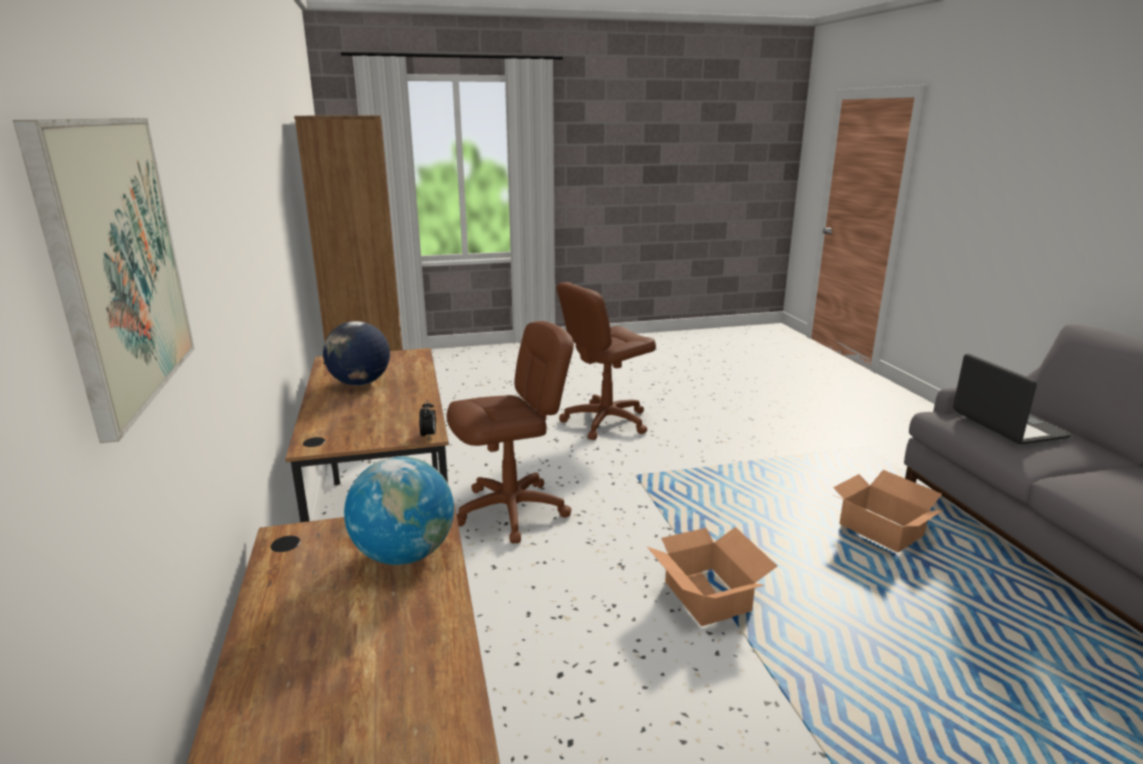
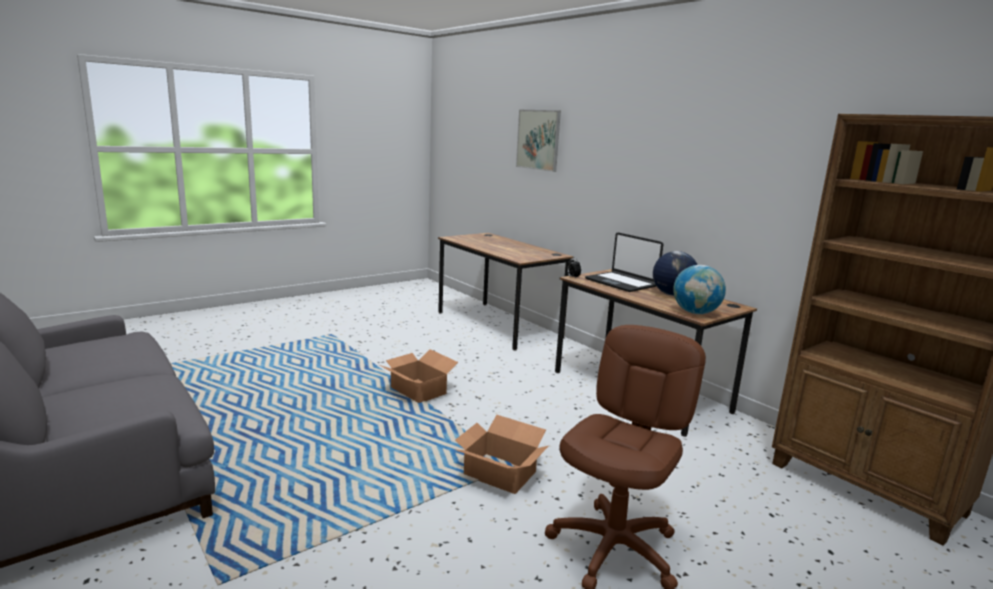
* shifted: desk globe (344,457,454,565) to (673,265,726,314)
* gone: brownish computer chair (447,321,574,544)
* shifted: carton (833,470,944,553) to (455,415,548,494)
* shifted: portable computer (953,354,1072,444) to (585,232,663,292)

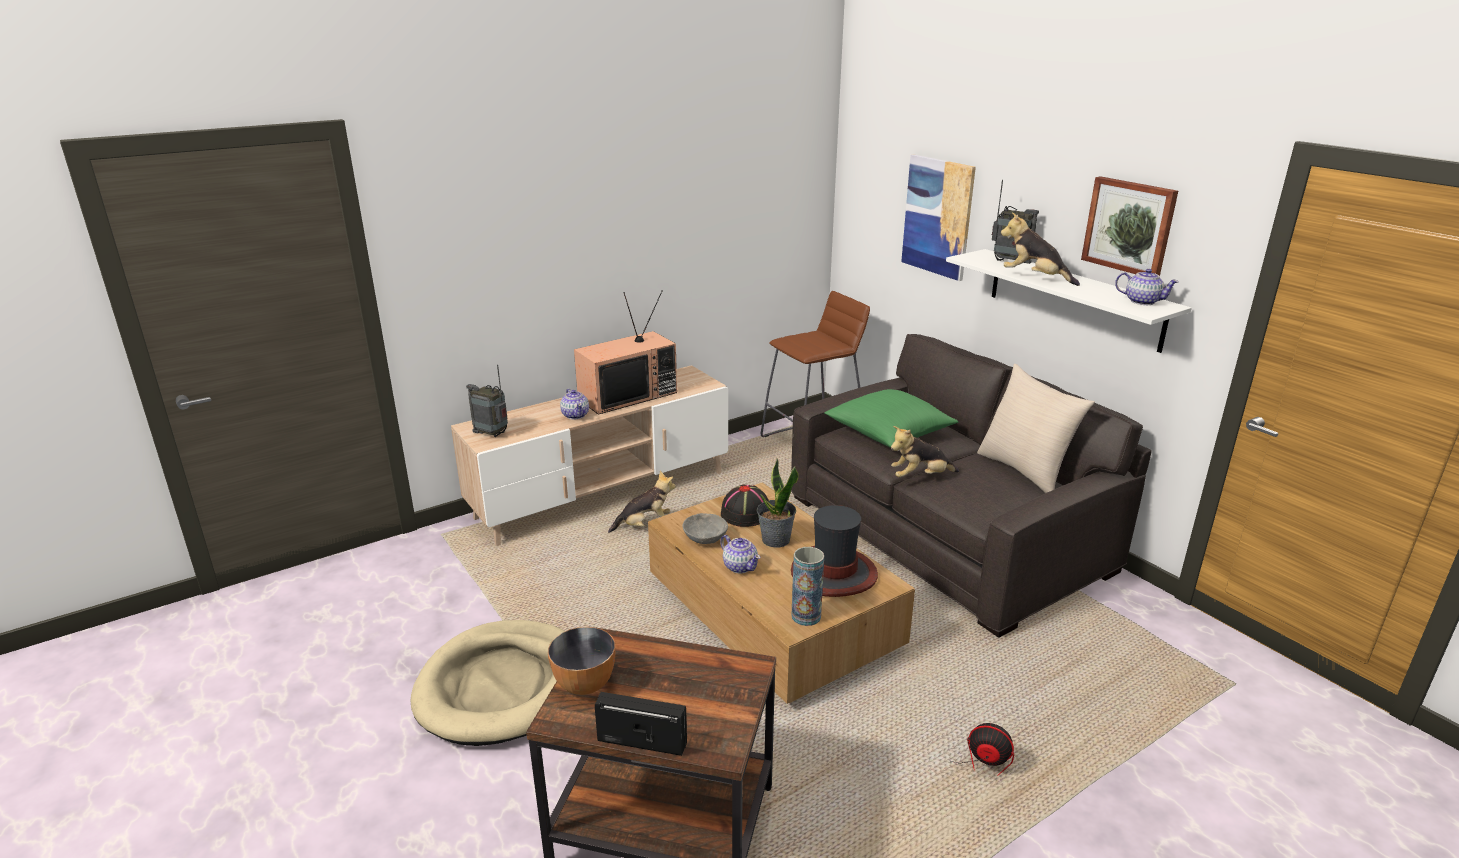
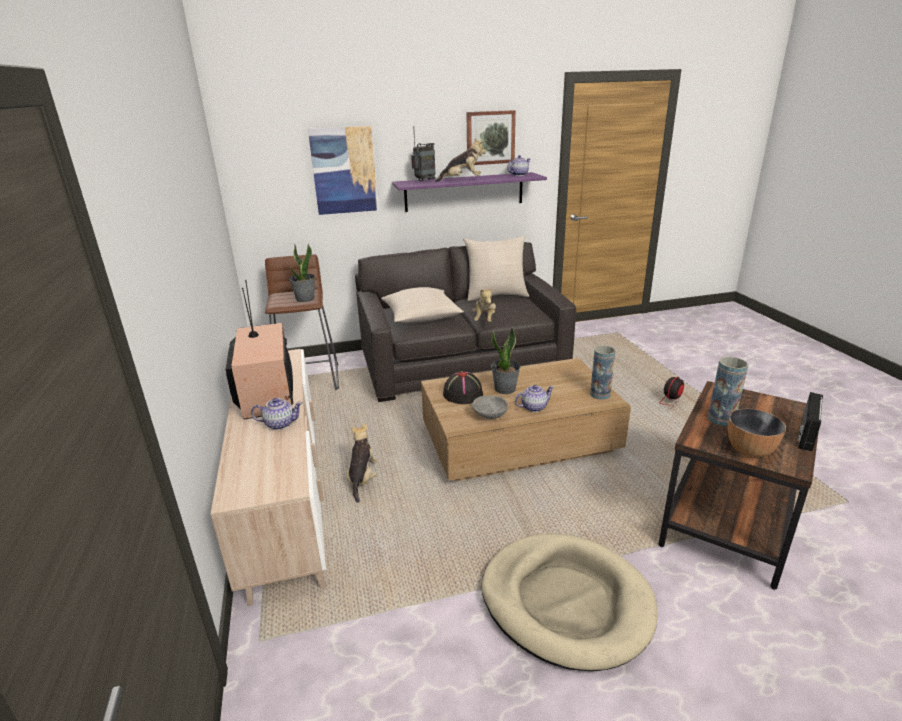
* gone: radio (466,365,508,437)
* gone: wearable hat (791,505,878,597)
* repainted: green-coloured cushion (824,389,959,448) to beige cushion (381,287,464,323)
* repainted: whitish shelf (946,249,1192,353) to purple-coloured shelf (392,172,547,212)
* rotated: soft toy (1001,212,1080,286) = (435,138,486,182) 150 degrees counterclockwise
* new: potted plant (289,244,315,302)
* new: decorative vase (708,357,749,426)

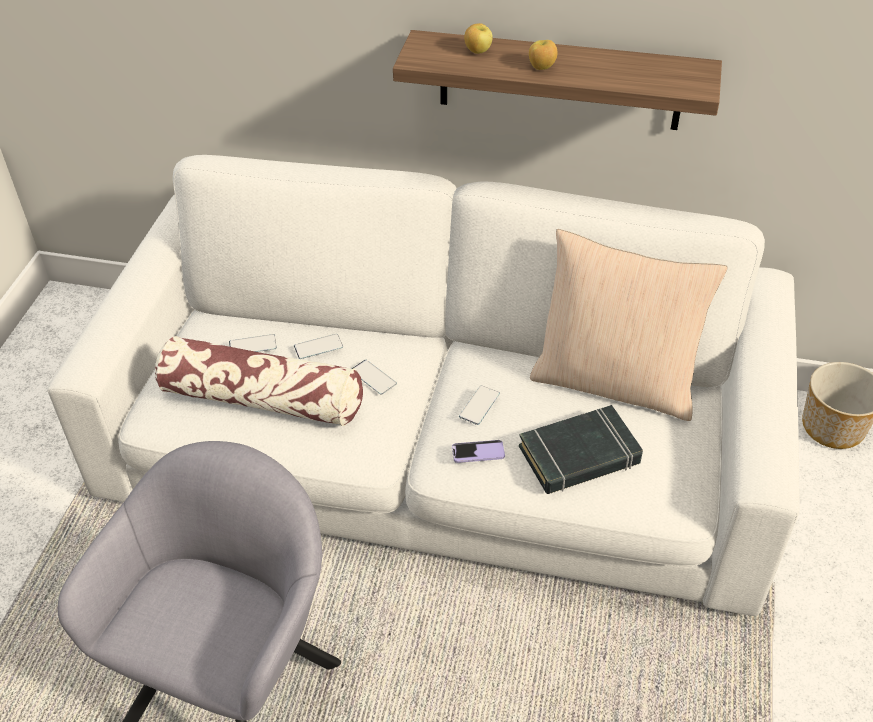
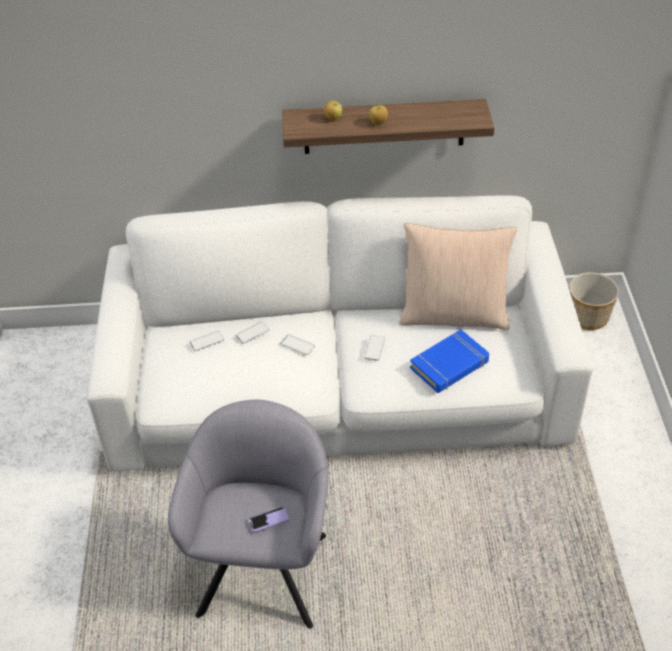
* gone: cushion (155,336,363,426)
* shifted: telephone (452,440,505,463) to (248,507,289,532)
* repainted: black-coloured book (519,405,643,494) to bluish book (410,329,489,393)

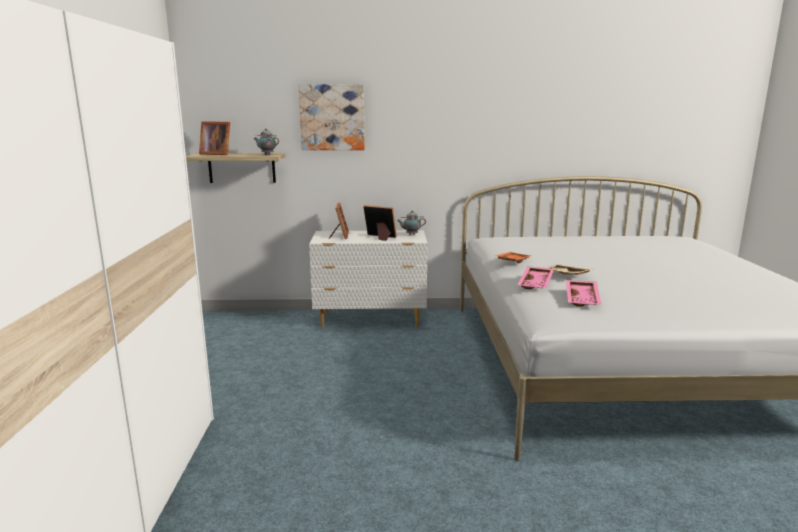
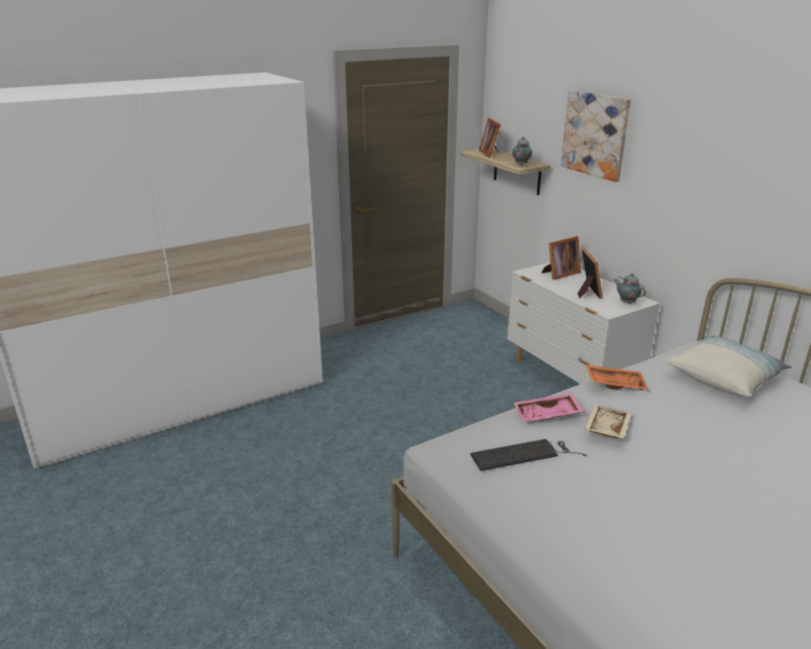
* swapped: pink tray (566,280,601,307) to computer keyboard (470,439,587,471)
* new: cushion (665,335,792,397)

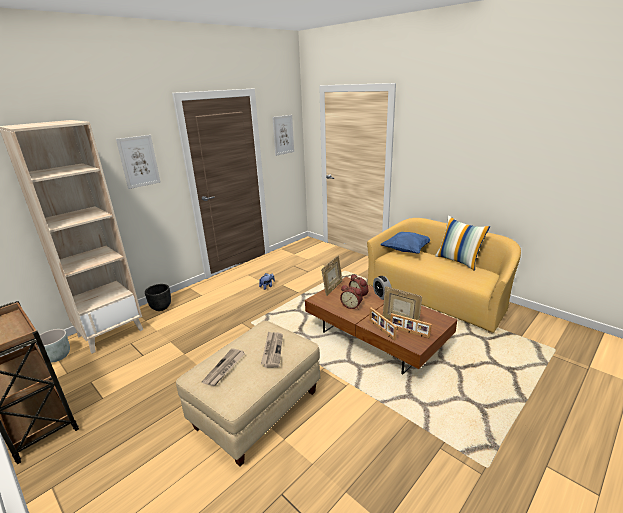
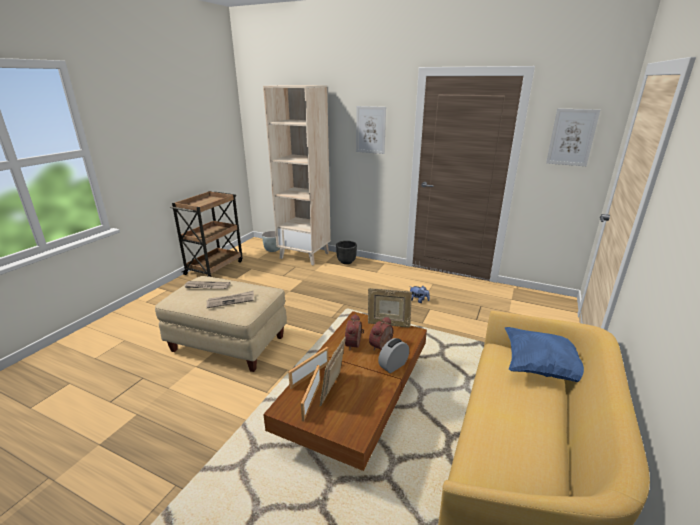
* gone: cushion (435,216,490,271)

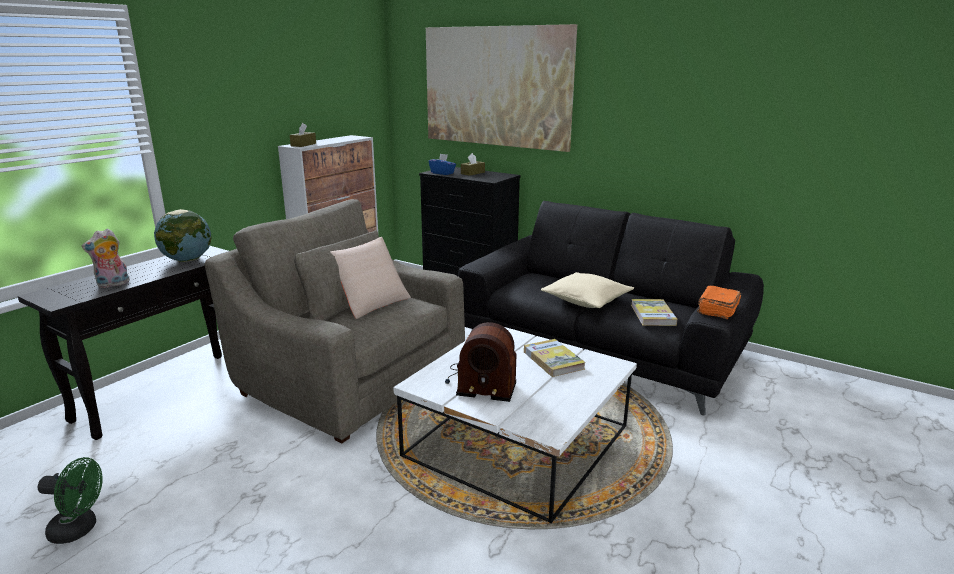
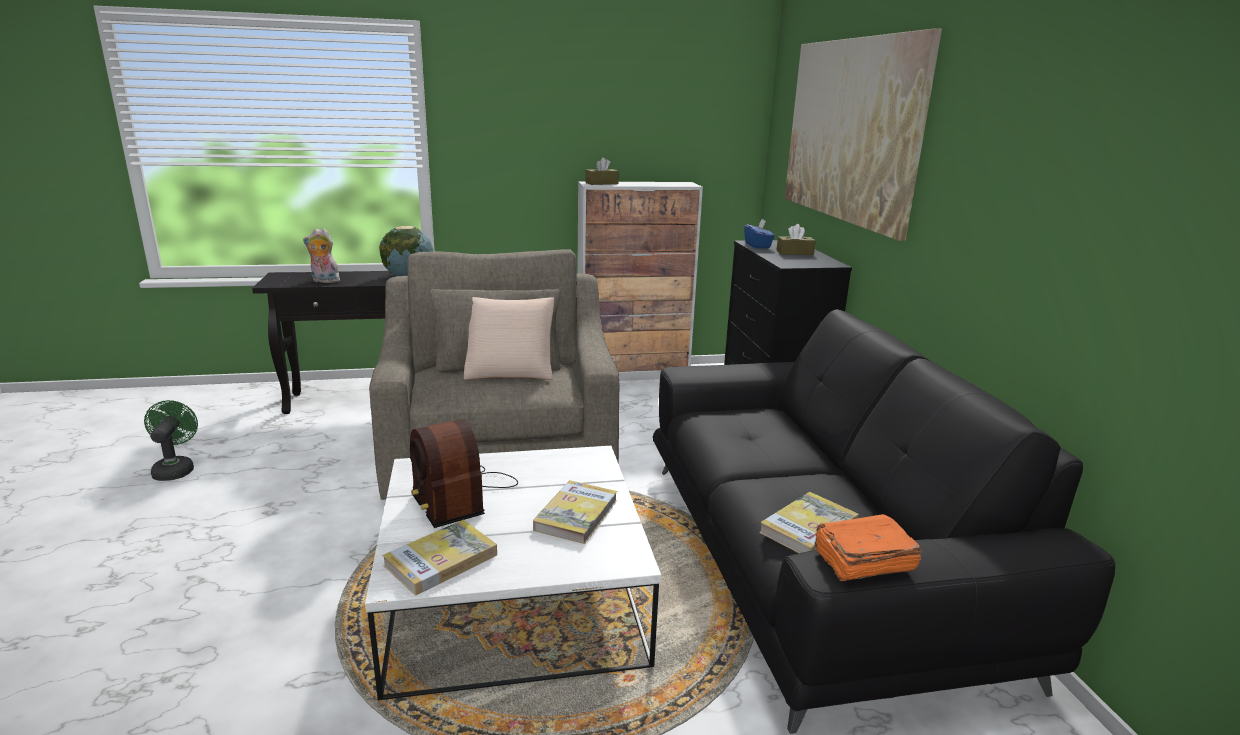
* rotated: green-coloured fan (37,457,103,544) = (144,400,198,481) 150 degrees counterclockwise
* gone: beige cushion (541,272,634,308)
* new: book (382,520,497,596)

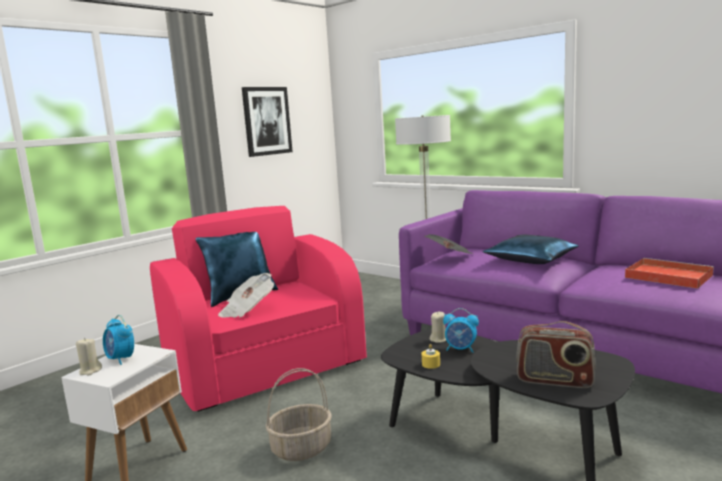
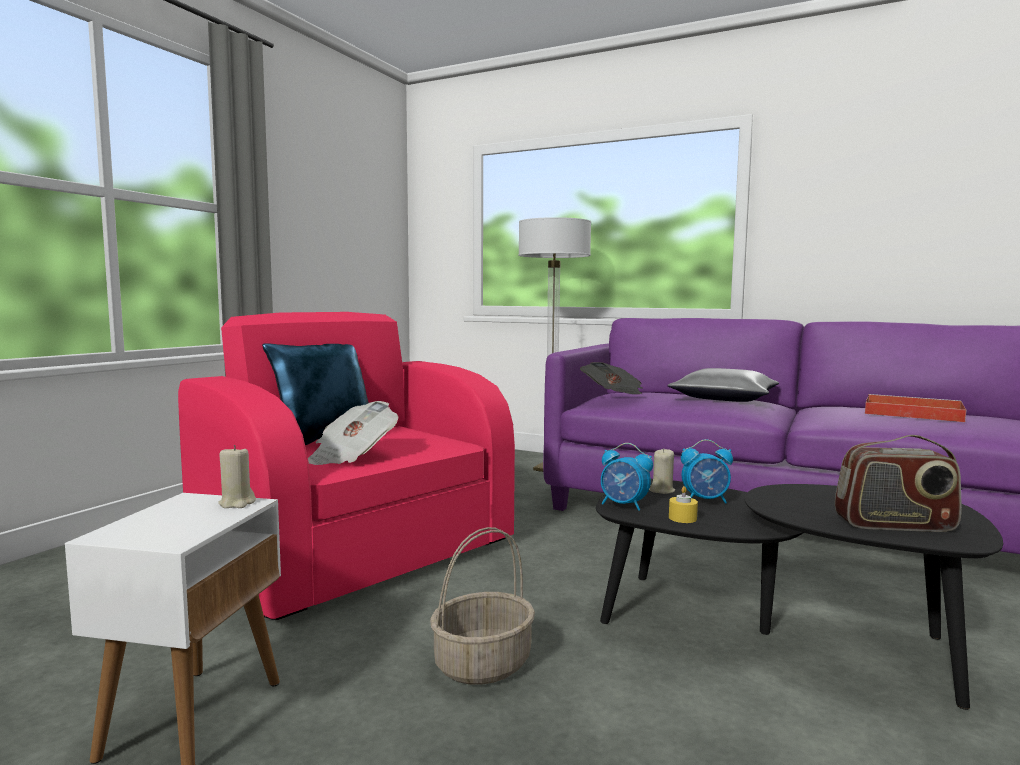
* shifted: beige wax candle (76,338,102,376) to (218,445,256,508)
* shifted: table clock (103,315,134,365) to (601,443,653,511)
* gone: wall art (242,87,293,157)
* repainted: bluish cushion (483,235,579,264) to gray cushion (667,368,779,402)

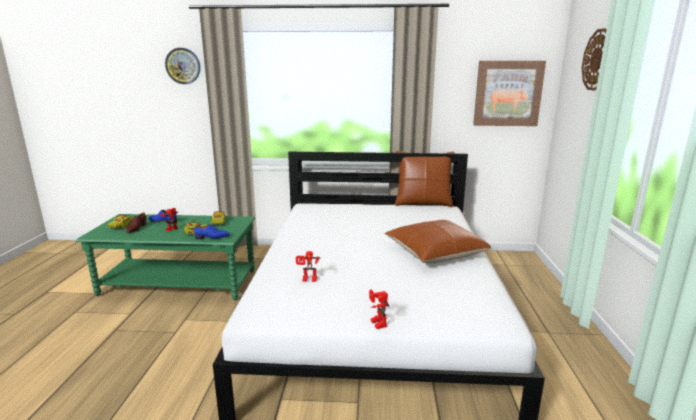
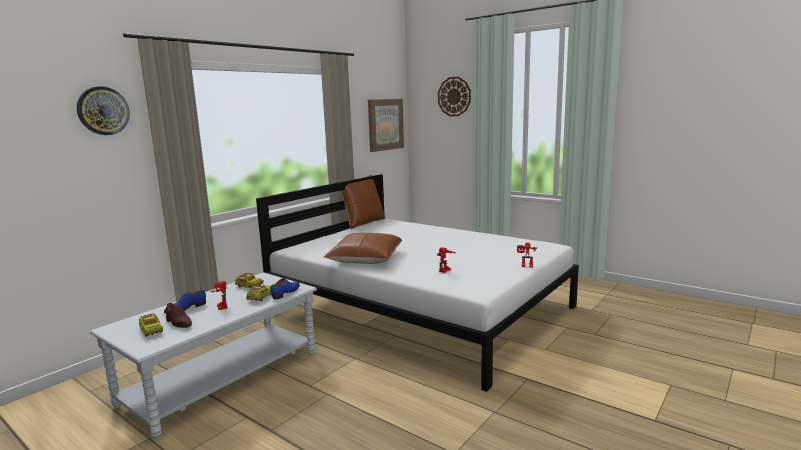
* repainted: green-coloured lounge table (76,214,255,301) to gray lounge table (90,273,317,439)
* shifted: brownish cushion (384,220,491,264) to (324,233,402,264)

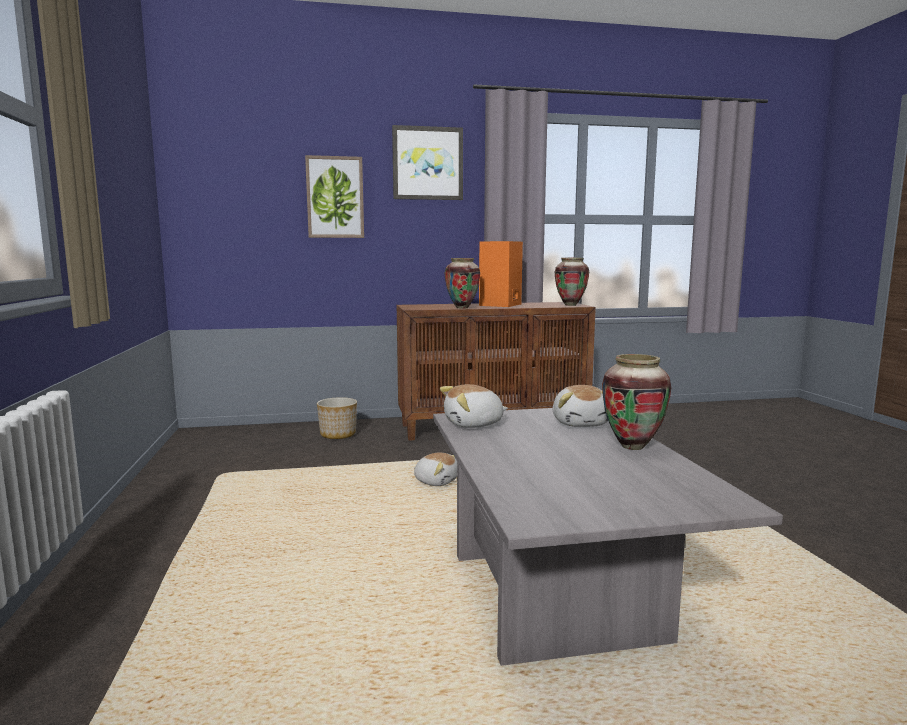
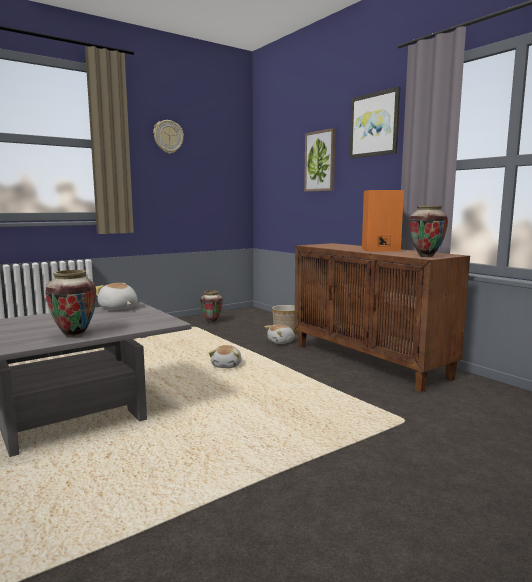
* shifted: decorative vase (445,258,480,309) to (200,290,223,323)
* shifted: soft toy (553,385,608,427) to (265,324,295,344)
* new: clock on the wall (153,120,184,154)

